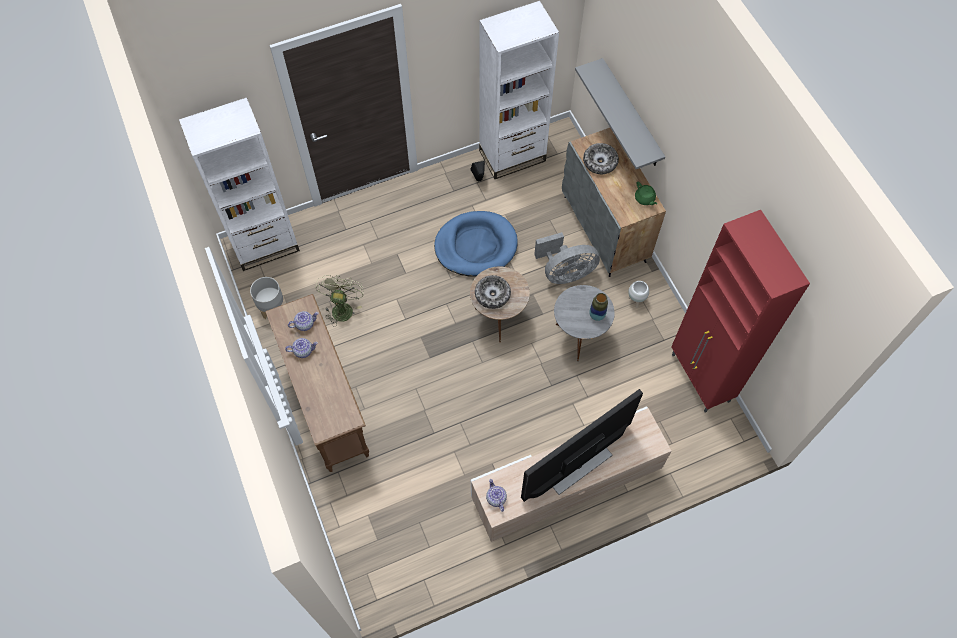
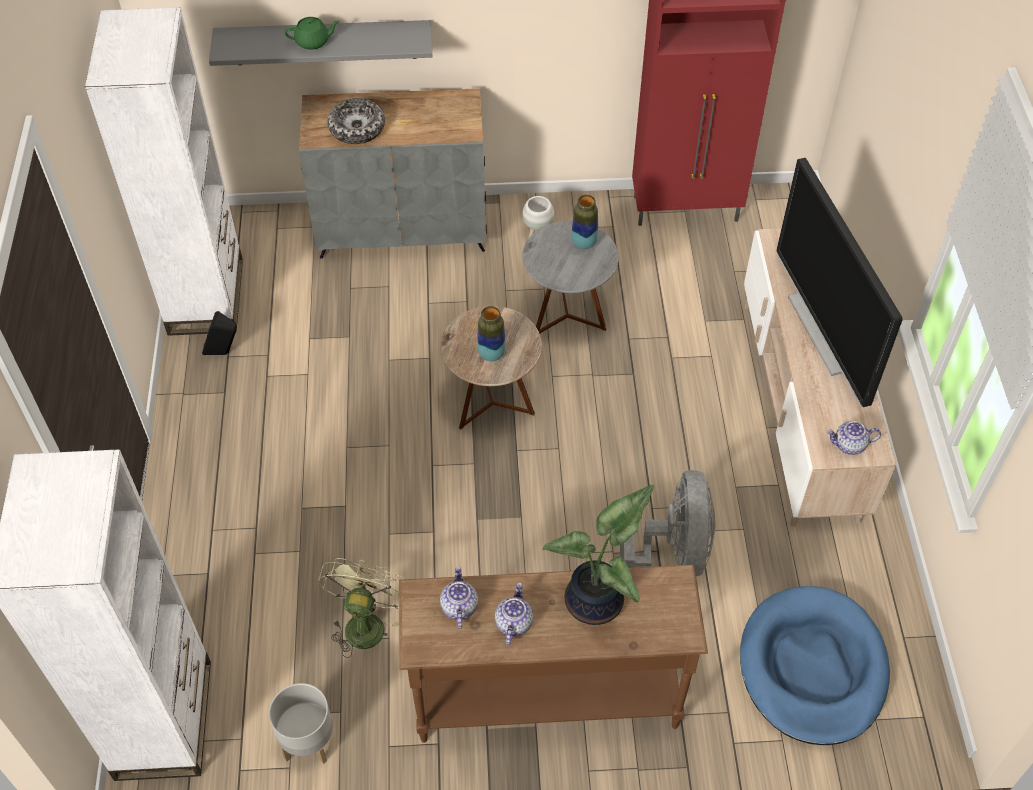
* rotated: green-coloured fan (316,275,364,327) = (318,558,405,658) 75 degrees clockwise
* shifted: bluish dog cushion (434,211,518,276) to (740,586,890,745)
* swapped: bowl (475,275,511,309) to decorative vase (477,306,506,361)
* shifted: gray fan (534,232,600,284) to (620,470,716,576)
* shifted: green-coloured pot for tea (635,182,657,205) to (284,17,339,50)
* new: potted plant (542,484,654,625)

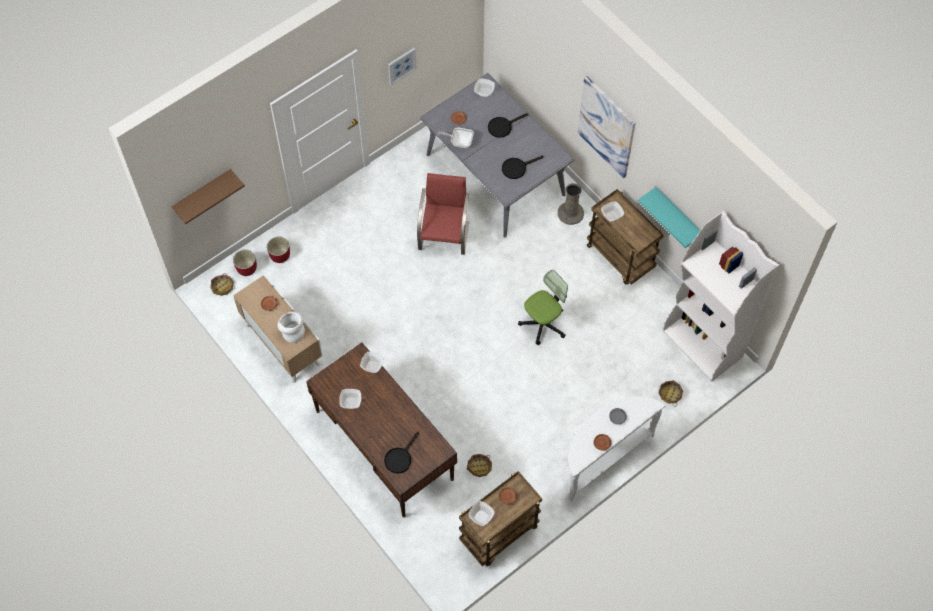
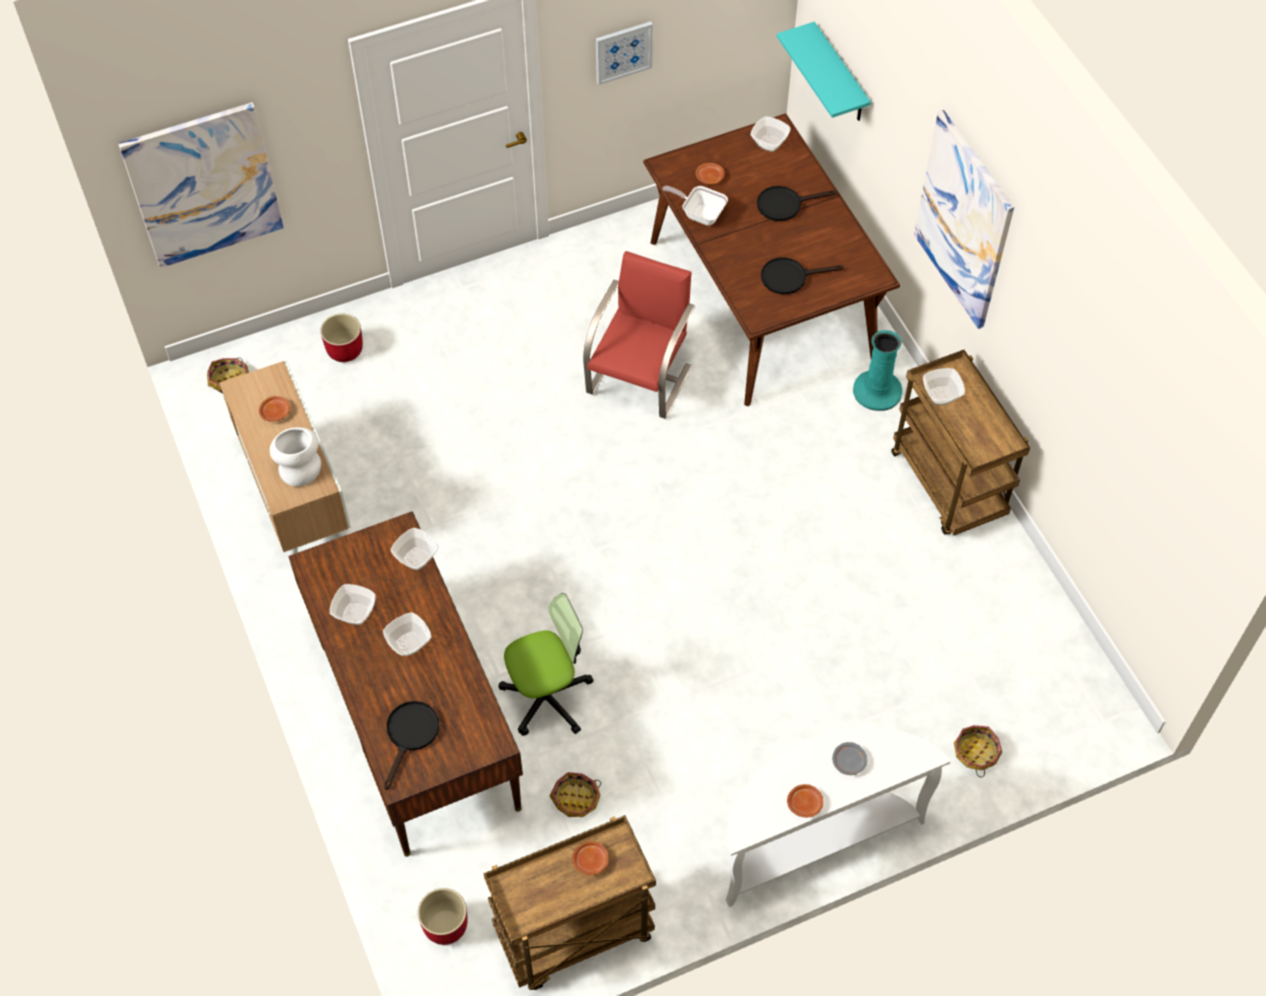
* swapped: brownish shelf (171,169,245,224) to wall art (118,102,284,268)
* shifted: reddish plant pot (233,249,257,276) to (418,888,468,945)
* rotated: black-coloured skillet (384,432,419,473) = (384,701,440,790) 150 degrees clockwise
* repainted: gray dining table (420,73,575,238) to brownish dining table (643,113,900,406)
* shifted: bowl (468,501,495,526) to (383,612,432,656)
* shifted: computer chair (518,270,568,345) to (499,593,593,736)
* repainted: beige decorative vase (558,183,584,225) to blue-green decorative vase (853,330,902,411)
* shifted: blue-green shelf (638,187,701,248) to (777,22,871,121)
* gone: whitish bookcase (663,211,779,381)

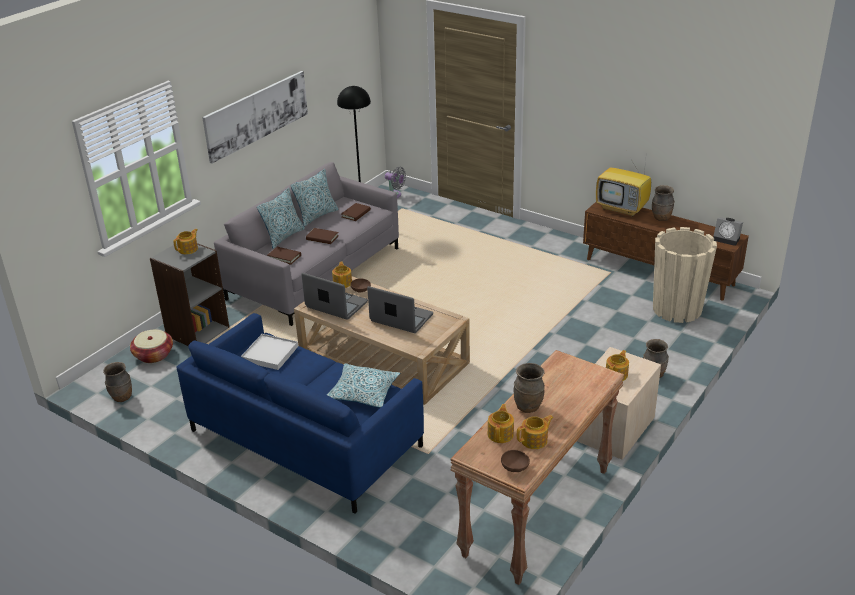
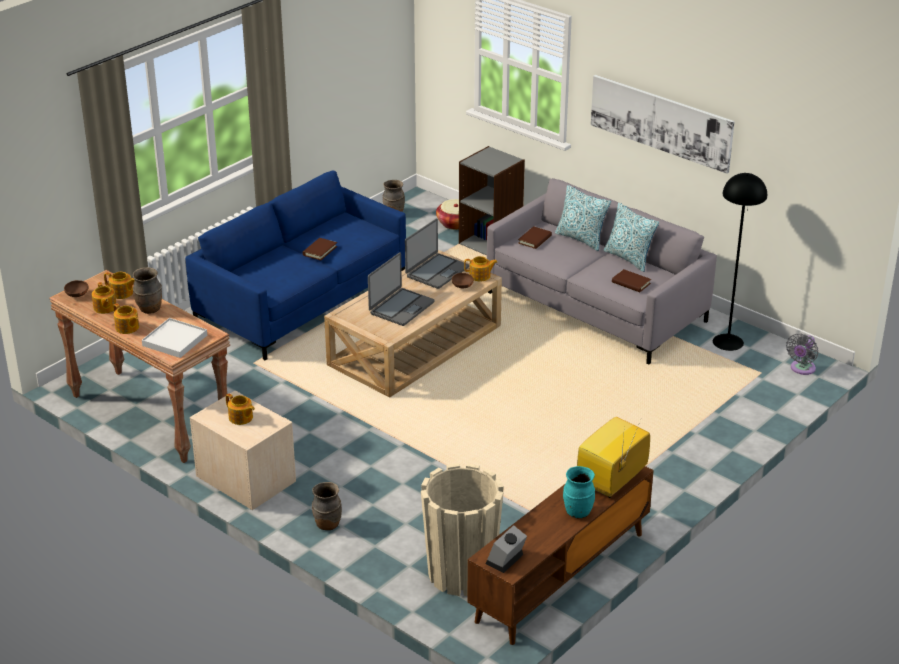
* shifted: pot for tea (173,229,198,254) to (113,303,139,334)
* shifted: whitish tray (241,334,298,370) to (142,318,207,358)
* shifted: brownish book (306,228,339,244) to (302,238,337,261)
* gone: cushion (327,364,401,408)
* repainted: brownish decorative vase (652,185,675,221) to blue-green decorative vase (563,466,595,519)

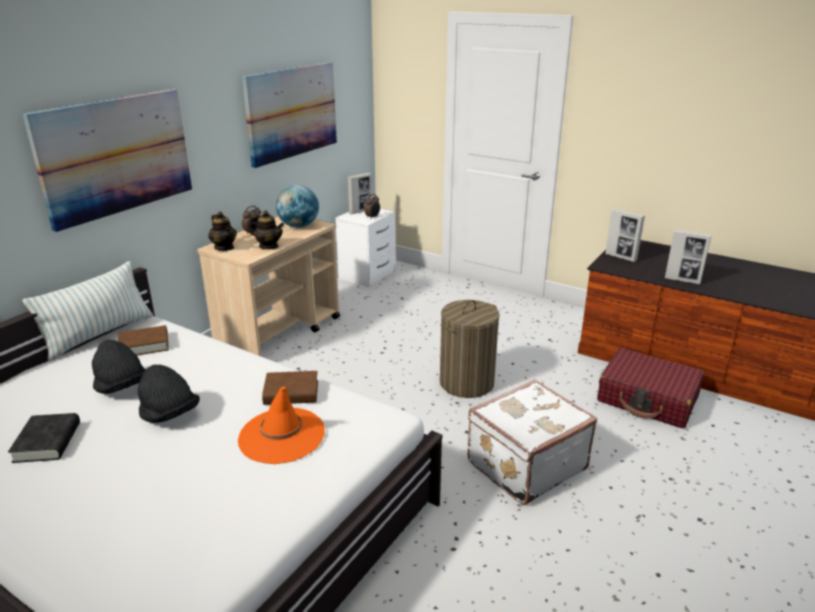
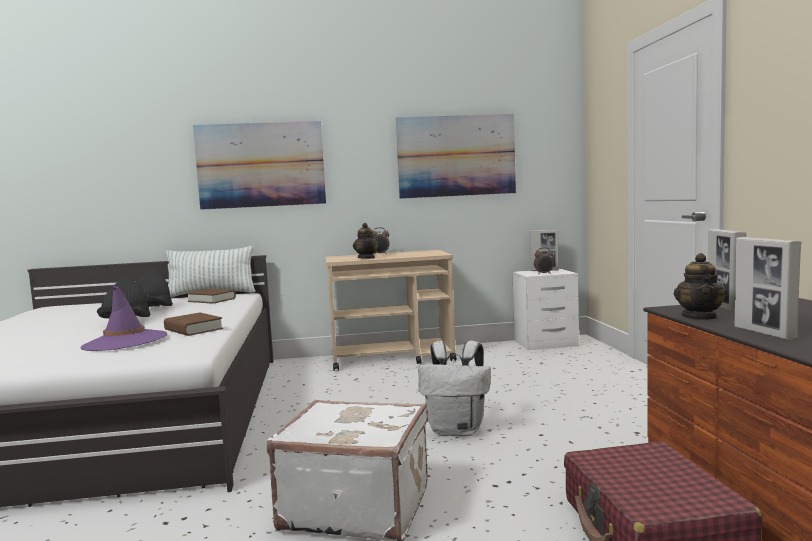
* gone: black-coloured book (8,413,80,463)
* shifted: pot for tea (208,212,237,251) to (674,253,727,320)
* repainted: orange wearable hat (238,386,325,464) to purple-coloured wearable hat (80,285,167,351)
* gone: desk globe (276,185,319,228)
* swapped: washing basket (440,300,500,398) to whitish rucksack (418,341,491,436)

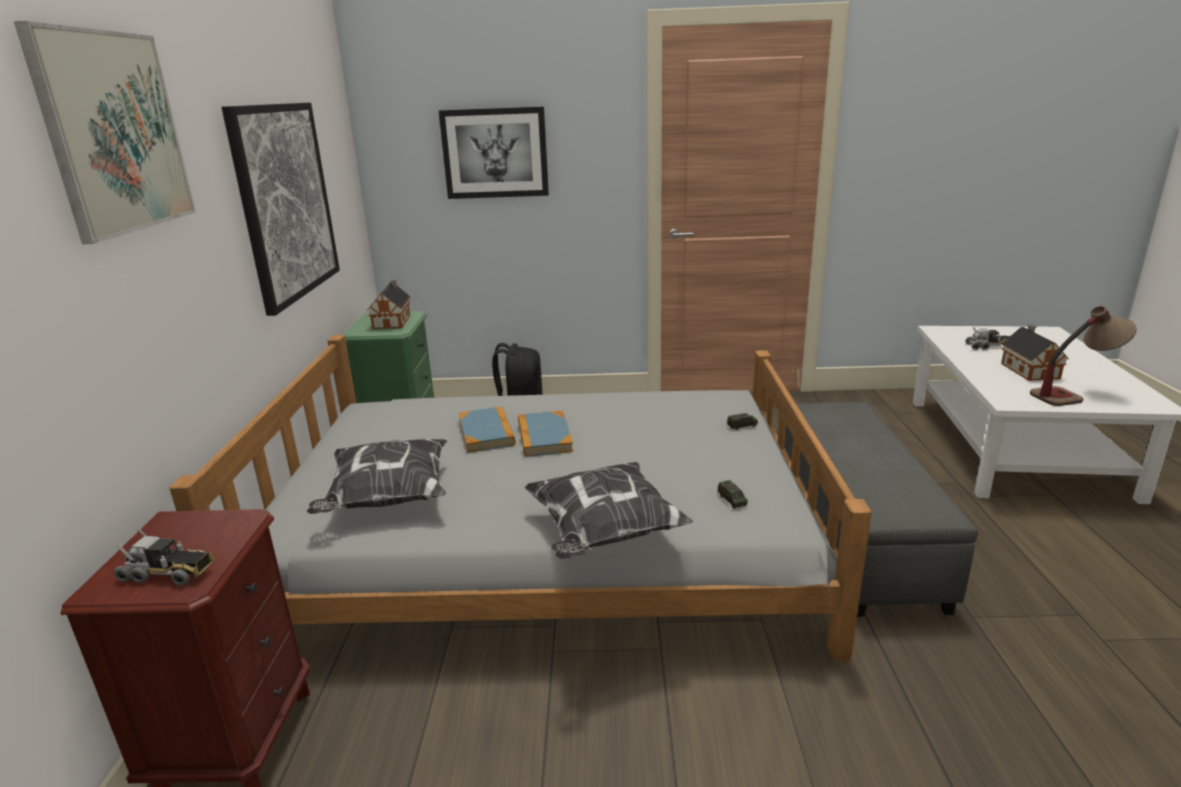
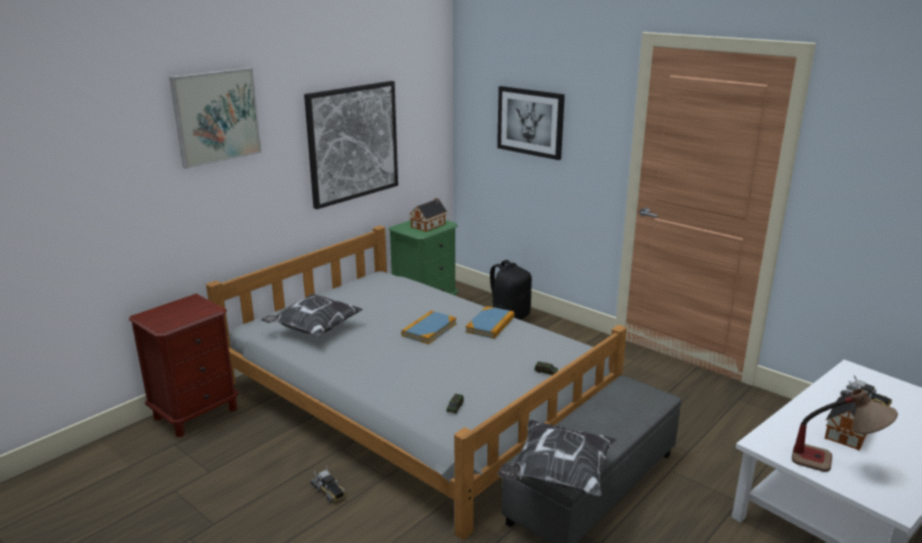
* shifted: toy lorry (114,529,214,586) to (310,465,346,502)
* shifted: book (458,406,516,453) to (465,306,515,339)
* shifted: cushion (524,462,693,559) to (497,420,617,496)

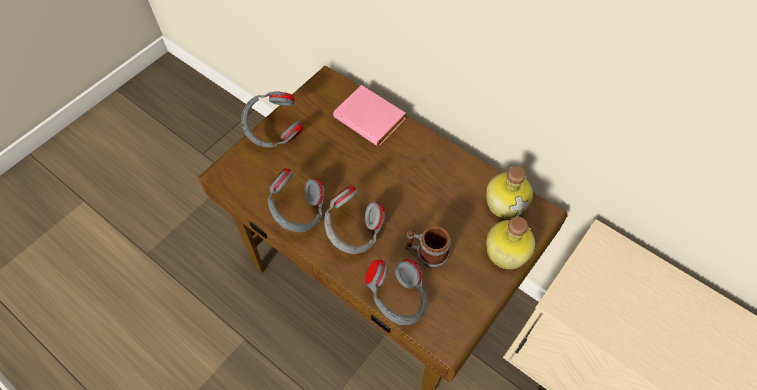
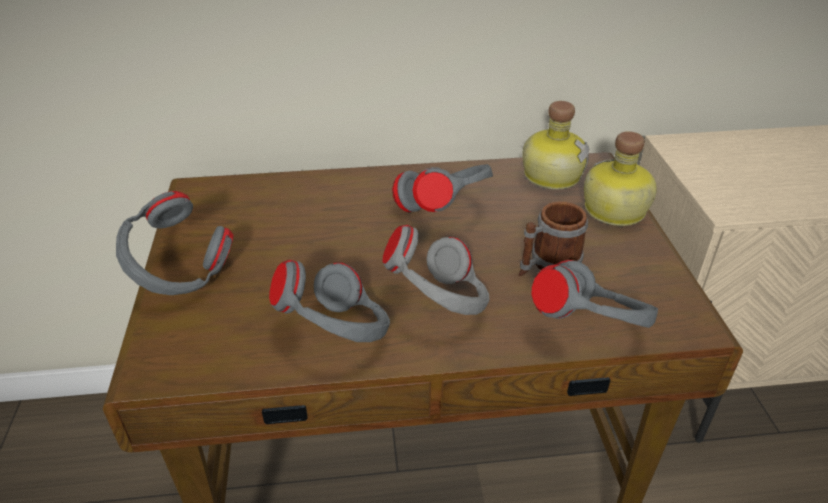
* gone: pink book (333,85,406,146)
* new: gray headphones (392,164,493,212)

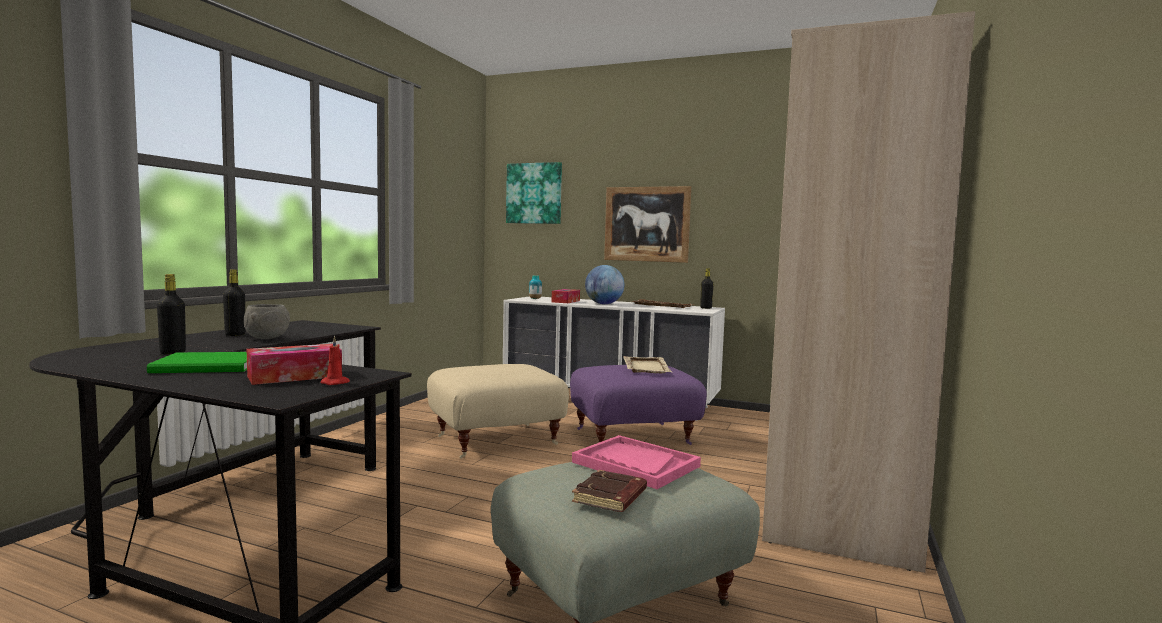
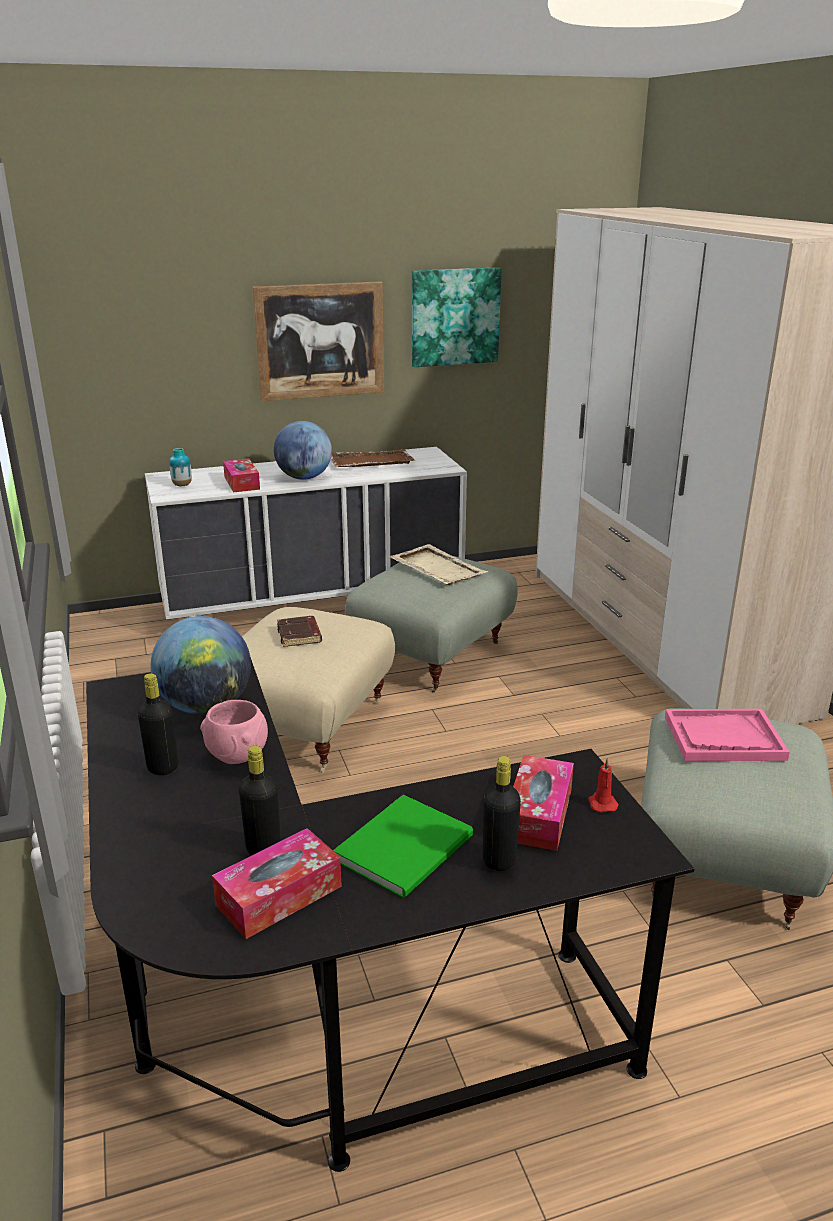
* repainted: gray bowl (244,304,290,339) to pink bowl (200,700,268,764)
* shifted: wall art (506,162,562,224) to (412,267,501,367)
* repainted: purple-coloured footrest (570,365,707,445) to gray footrest (345,556,518,693)
* shifted: brownish book (572,470,647,512) to (277,616,322,647)
* shifted: black-coloured bottle (700,268,714,309) to (483,756,521,871)
* new: desk globe (150,616,251,714)
* new: box of tissues (212,828,342,939)

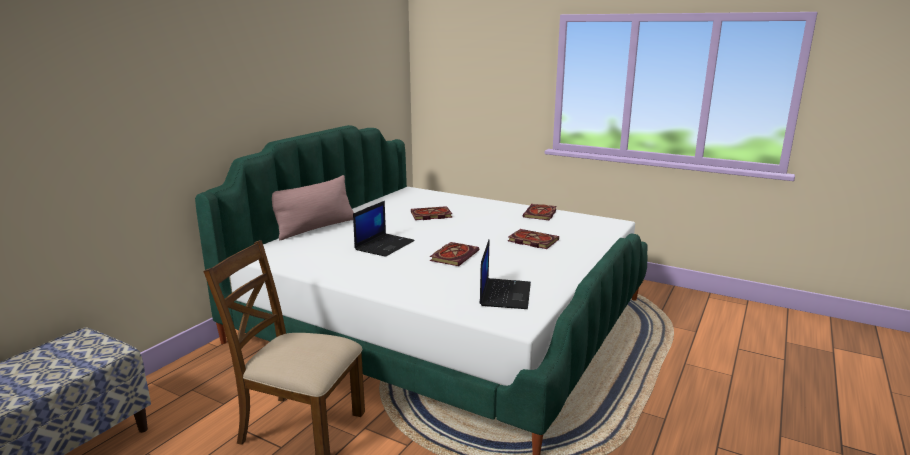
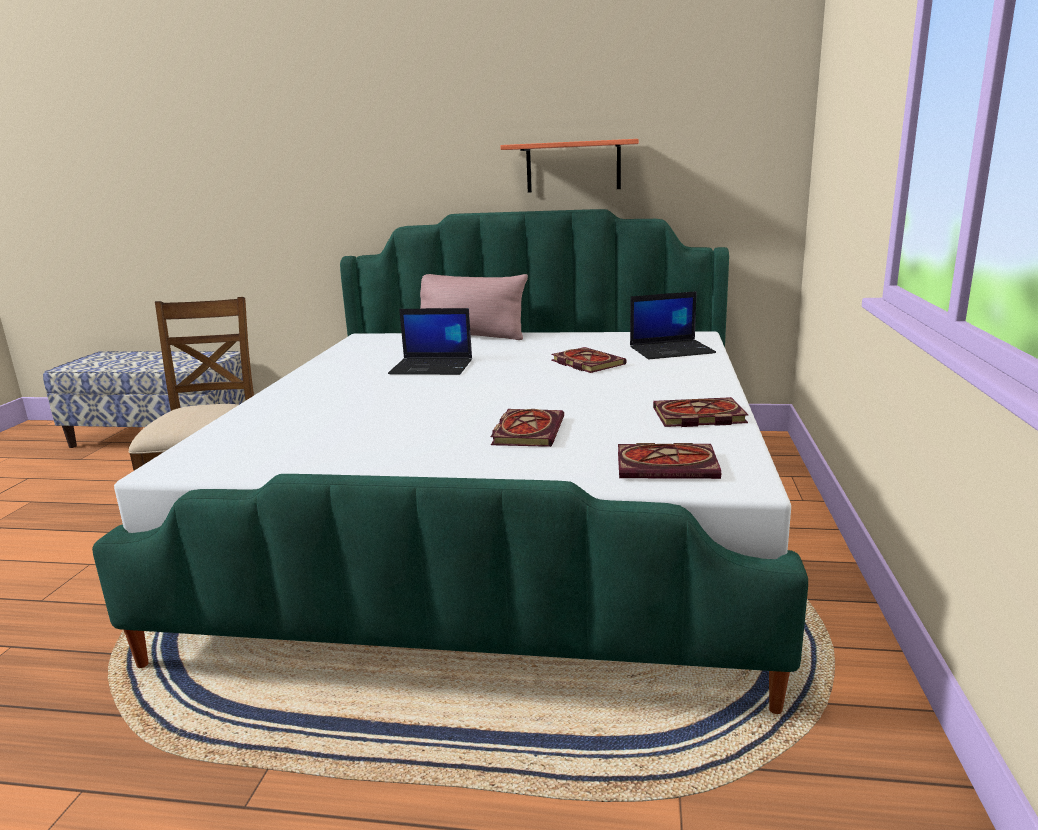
* shifted: book (430,242,479,266) to (618,443,721,479)
* shifted: portable computer (479,239,531,309) to (630,291,716,359)
* new: shelf (500,139,639,193)

